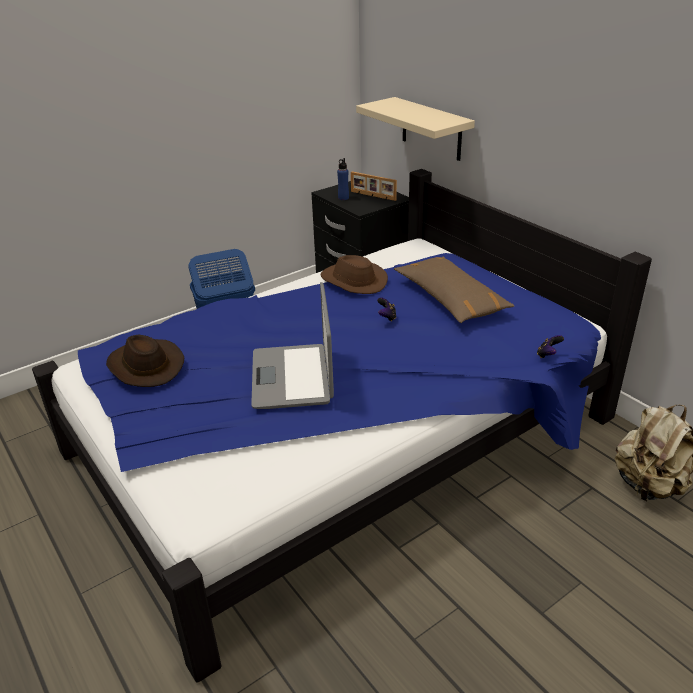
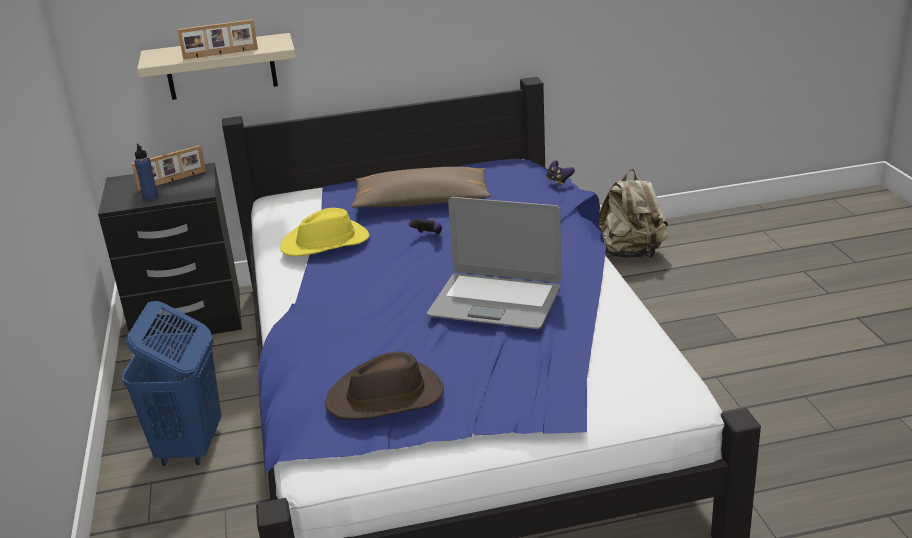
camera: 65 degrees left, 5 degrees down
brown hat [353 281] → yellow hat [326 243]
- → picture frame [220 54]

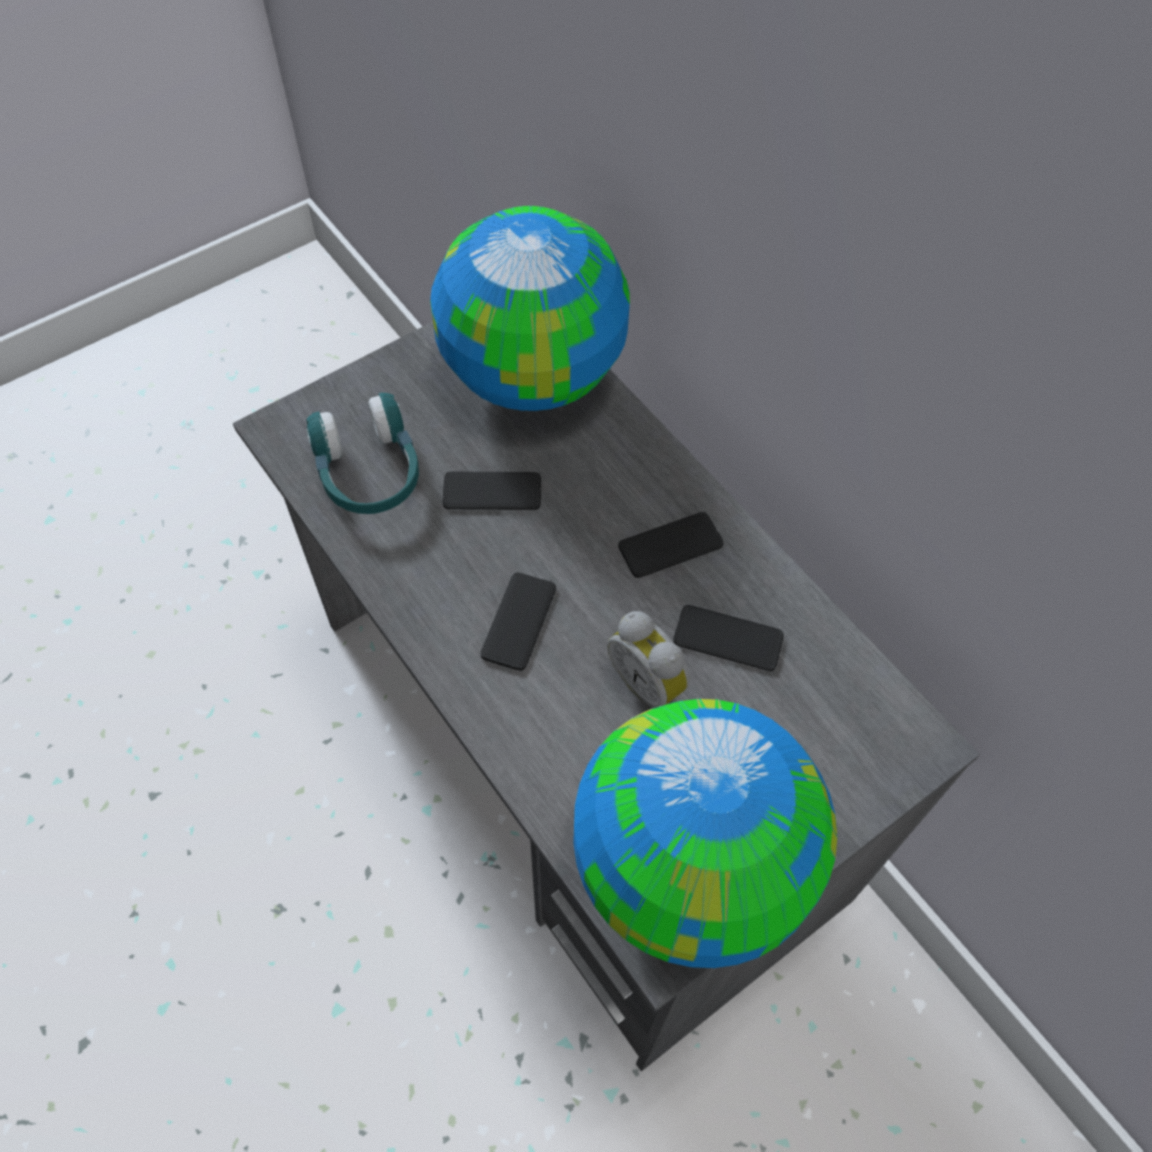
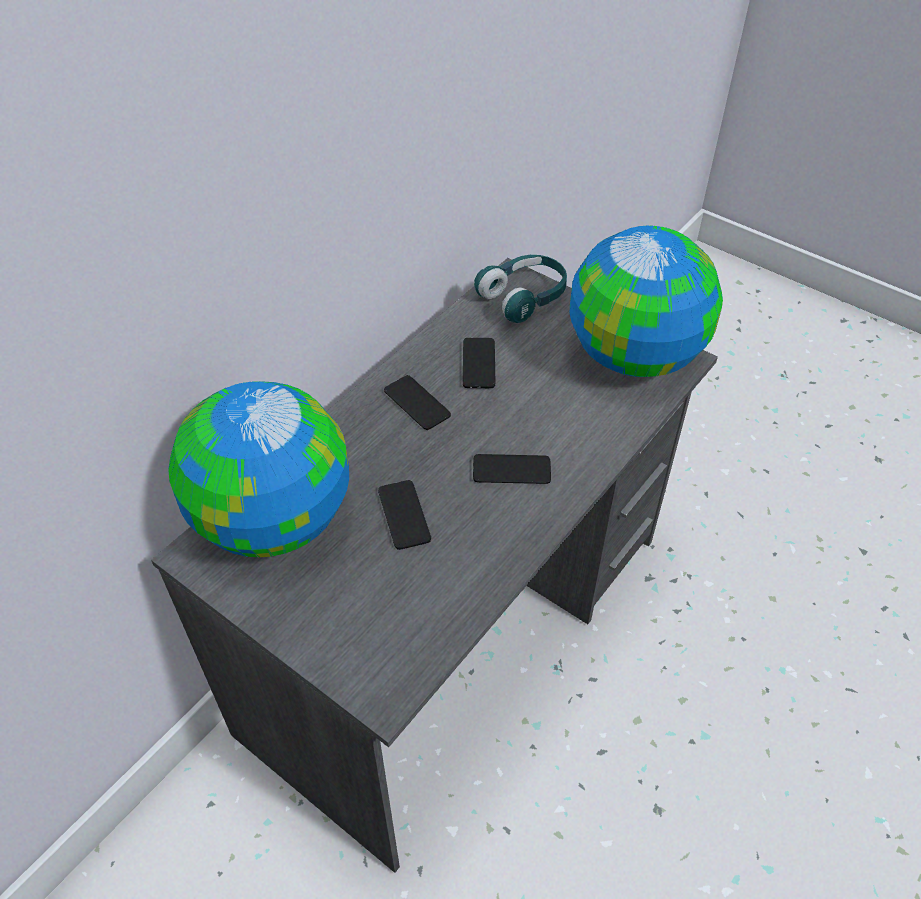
camera: 105 degrees left, 10 degrees down
turquoise headphones [368 472] → turquoise headphones [524 297], move
alarm clock [648 683] → -

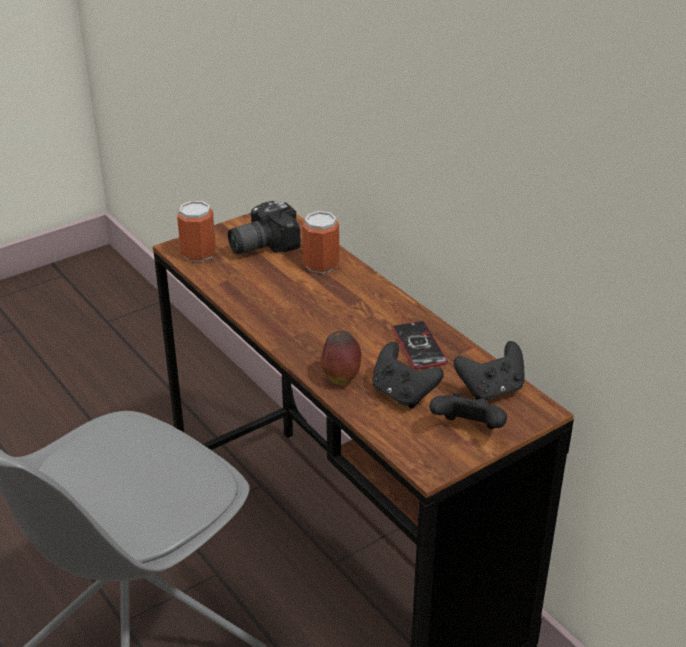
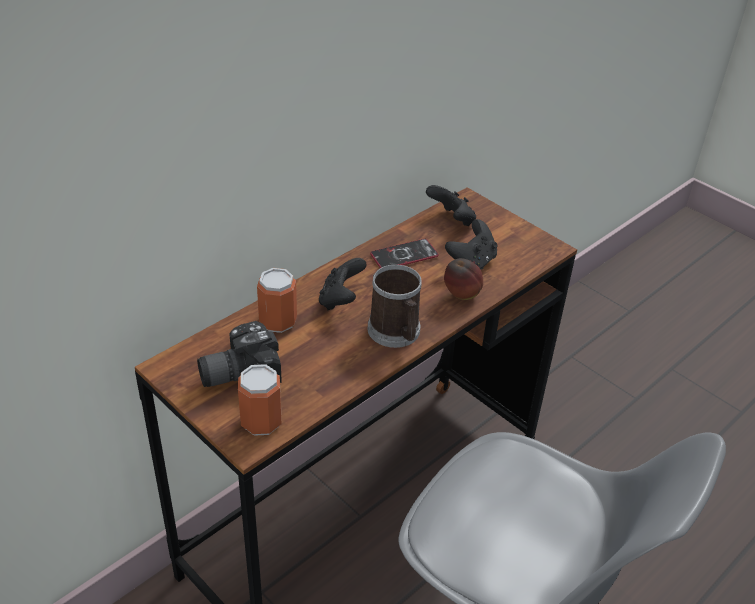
camera: 100 degrees left, 5 degrees up
photo camera [260 244] → photo camera [237 371], 105 degrees clockwise
black game controller [468 430] → black game controller [341 300], move
- → mug [396 333]

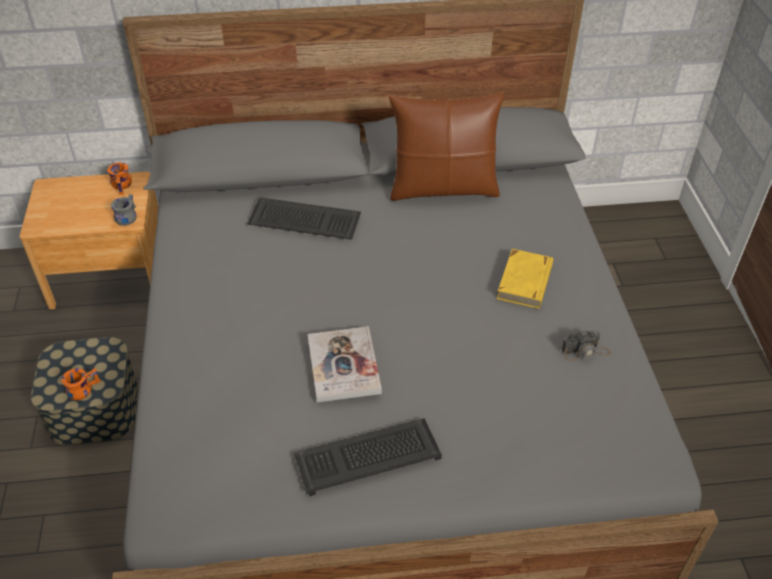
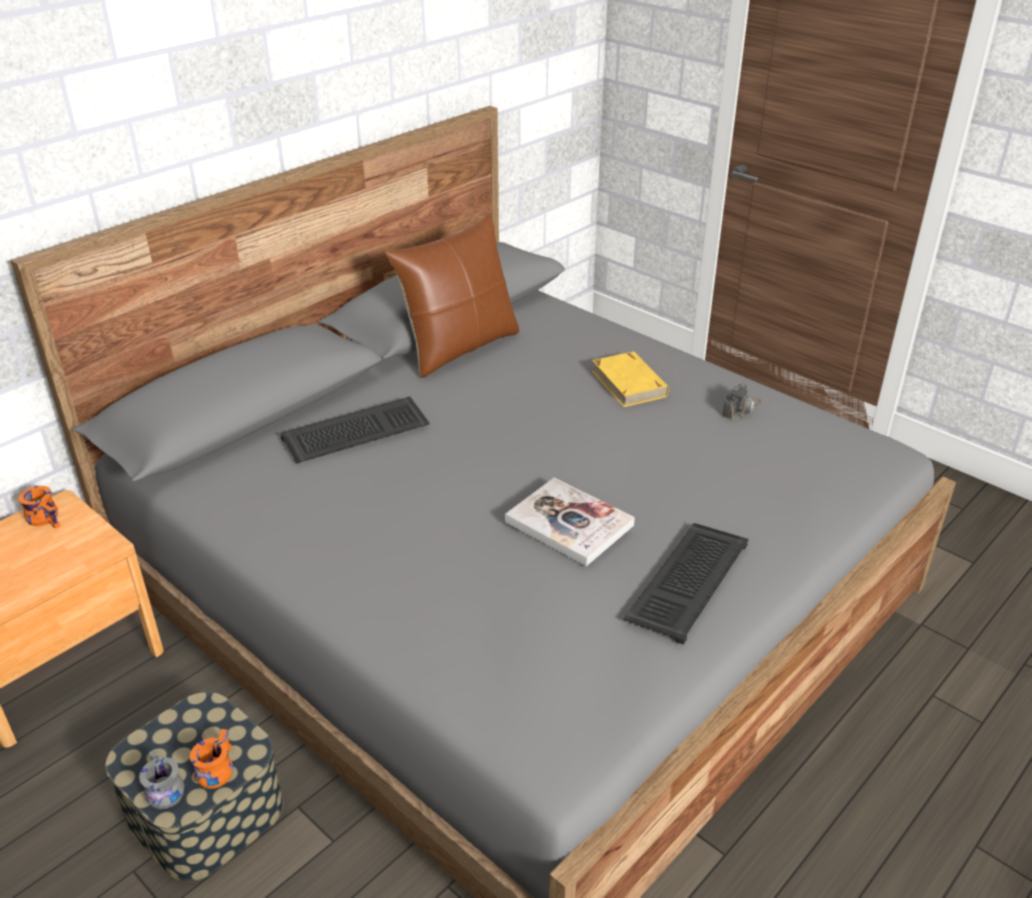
camera: 40 degrees left, 10 degrees down
grey mug [126 216] → grey mug [161 790], move

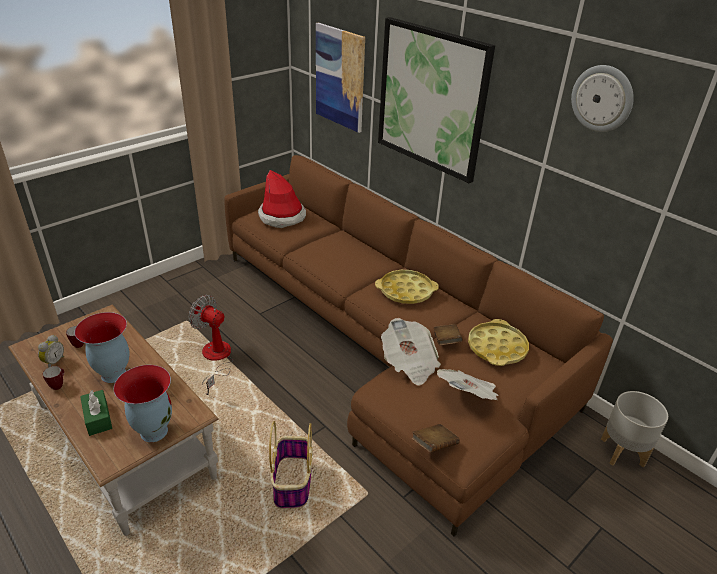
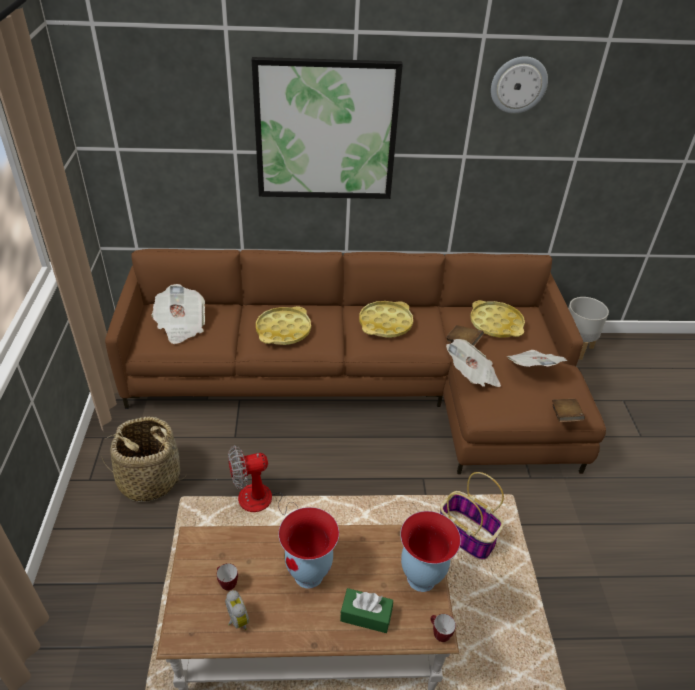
camera: 50 degrees left, 5 degrees up
mug [58 385] → mug [438 634], move
hat [282 217] → newspaper [181 326]
picture [340 77] → -
- → basket [149 479]
- → yellow tray [283 330]

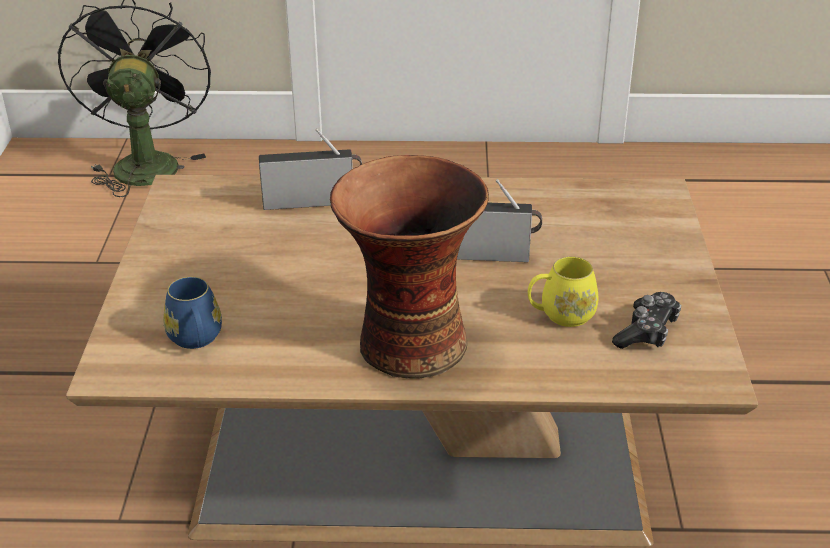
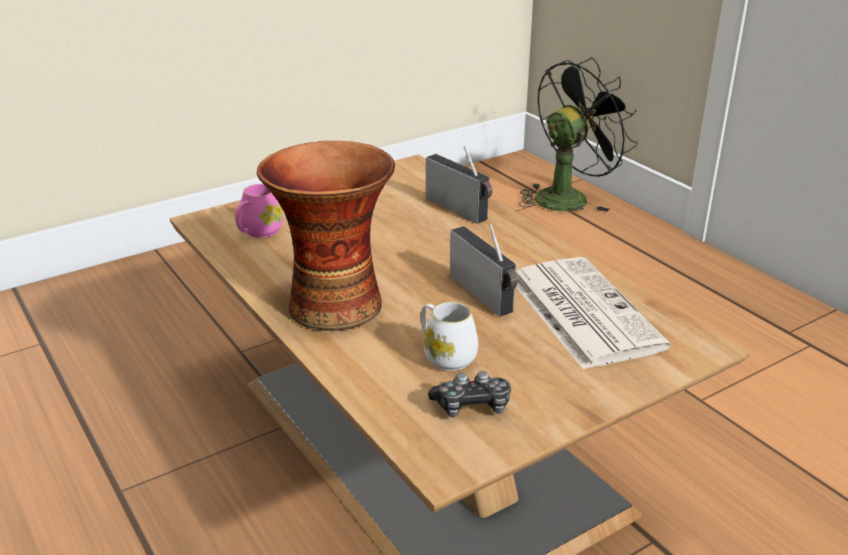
camera: 55 degrees right, 5 degrees down
blue mug [196 340] → pink mug [258 232]
yellow mug [561 314] → white mug [445 355]
- → newspaper [581 311]

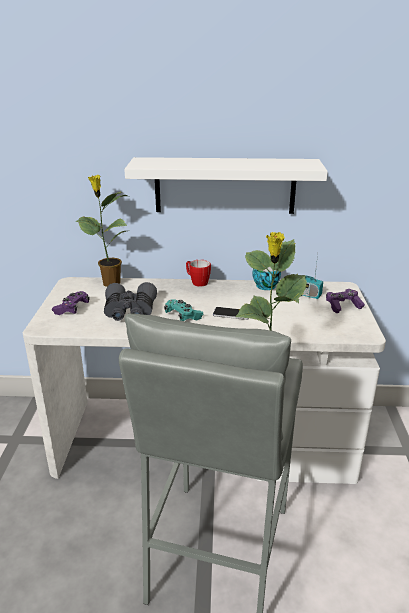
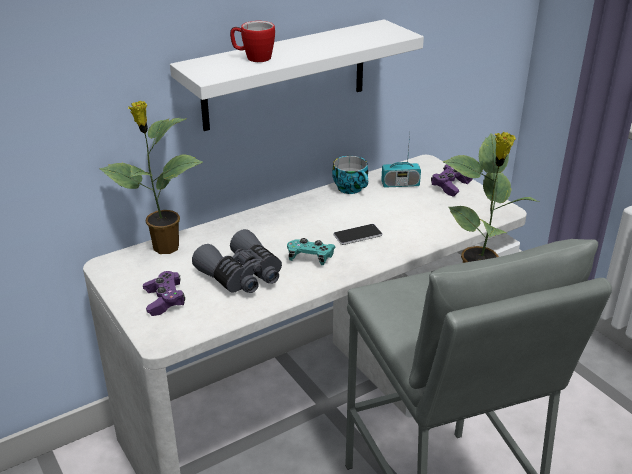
camera: 35 degrees left, 5 degrees up
mug [197 282] → mug [253 58], move

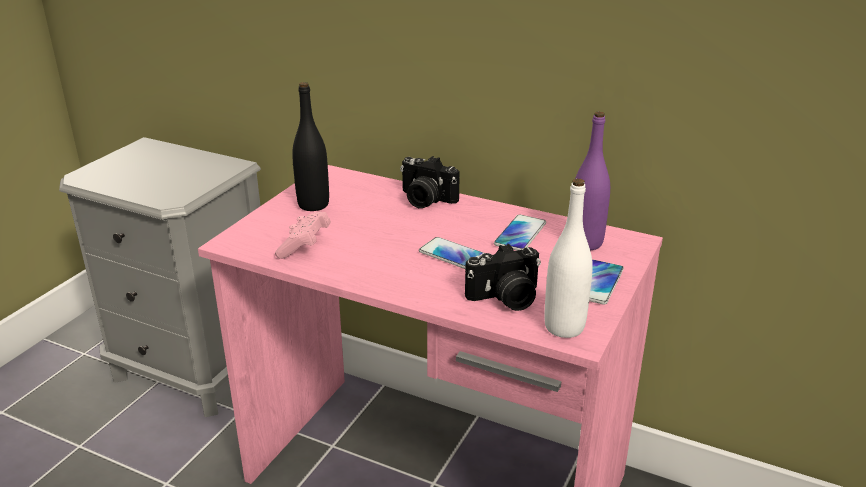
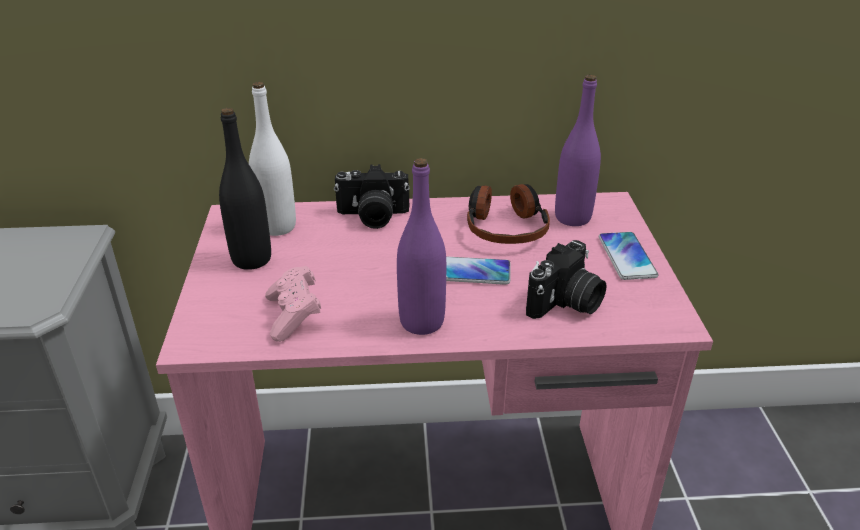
camera: 30 degrees left, 5 degrees up
phone [520 234] → headphones [505 227]
white bottle [564 327] → white bottle [277 227], move
- → purple bottle [422 322]

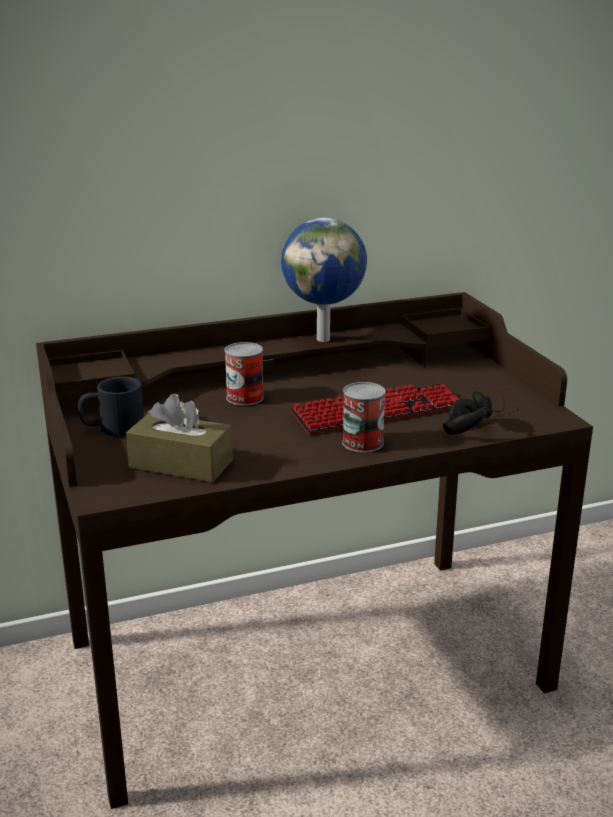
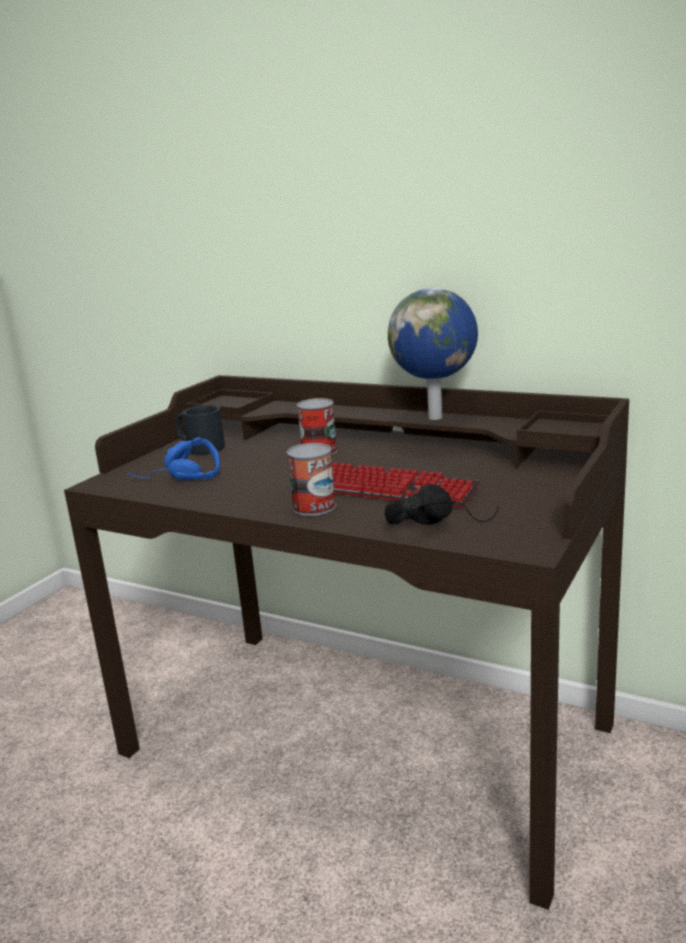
camera: 50 degrees right, 5 degrees down
brown tissue box [181 464] → blue headphones [177 480]

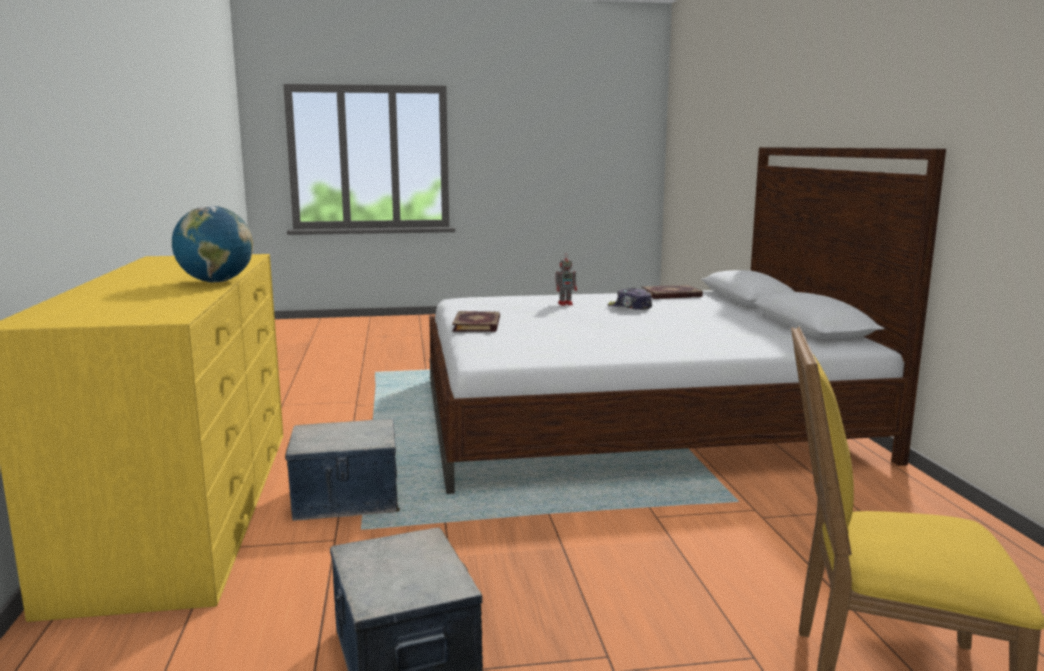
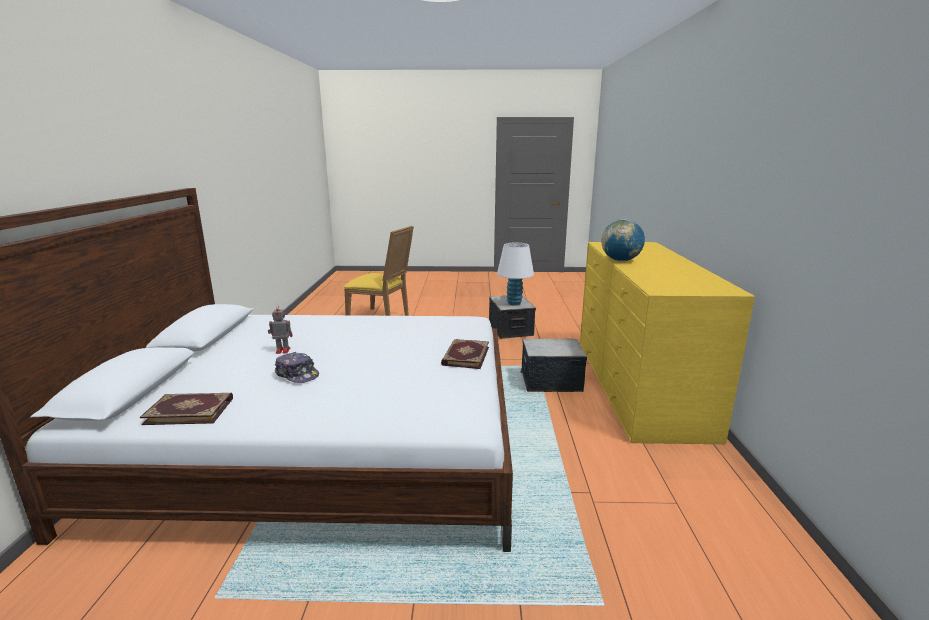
camera: 170 degrees left, 5 degrees up
toy robot [566 304] → toy robot [282 350], move
- → white table lamp [514 303]

